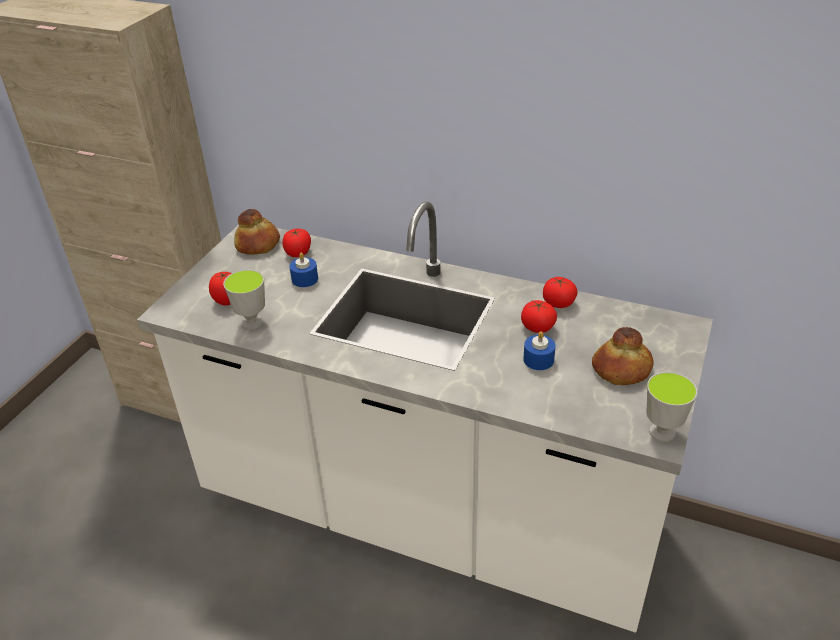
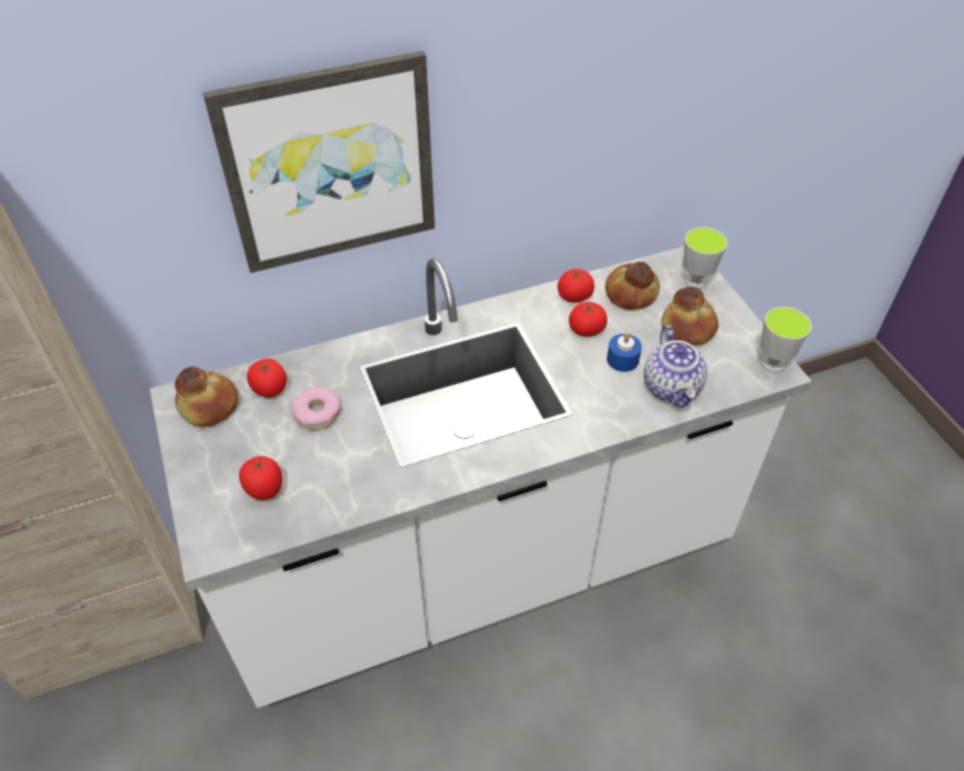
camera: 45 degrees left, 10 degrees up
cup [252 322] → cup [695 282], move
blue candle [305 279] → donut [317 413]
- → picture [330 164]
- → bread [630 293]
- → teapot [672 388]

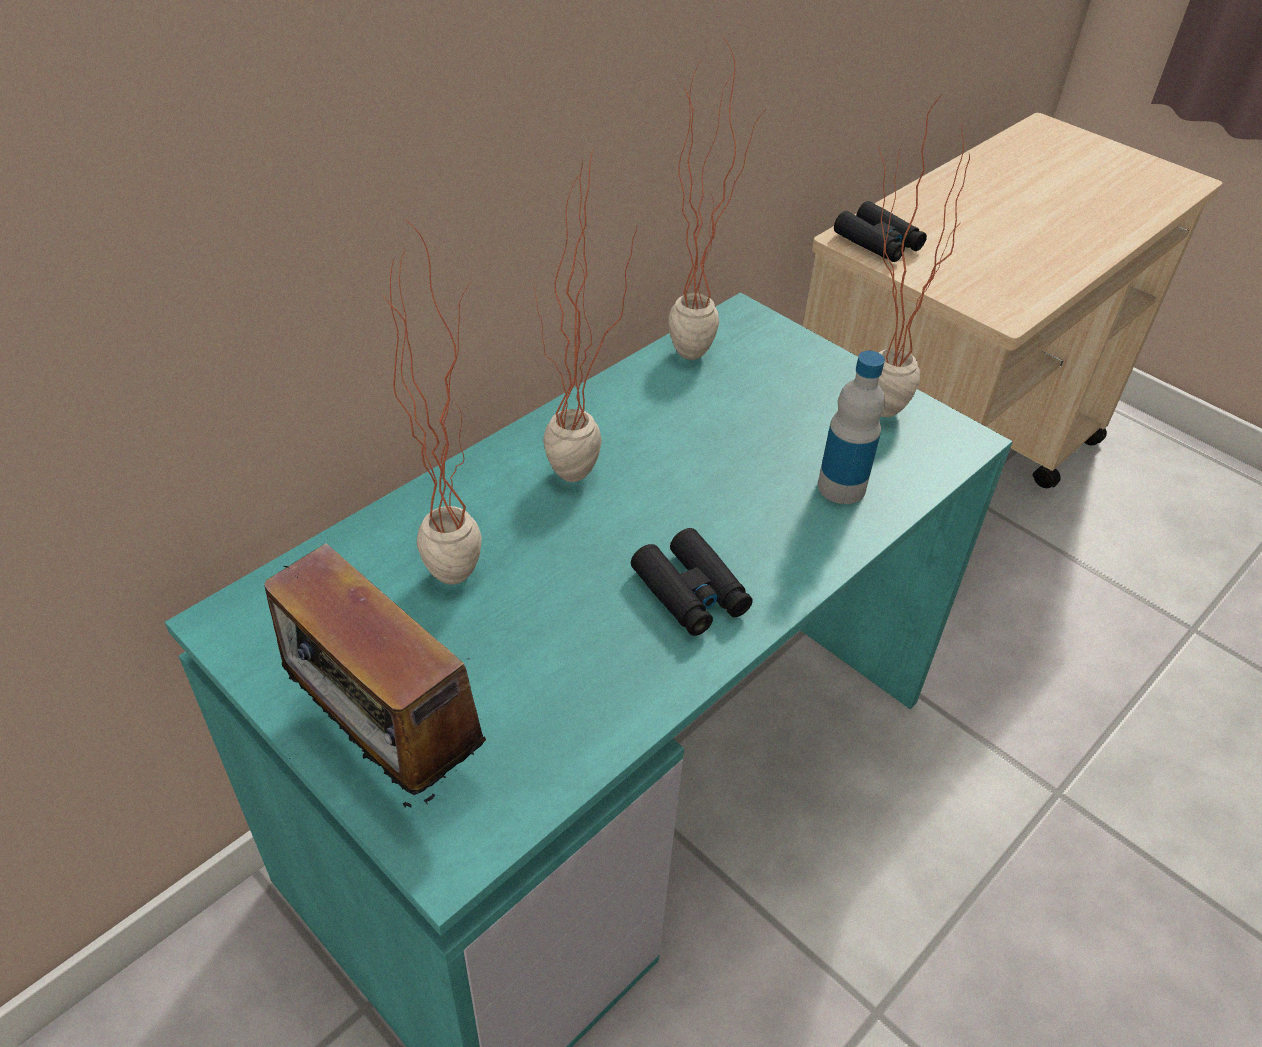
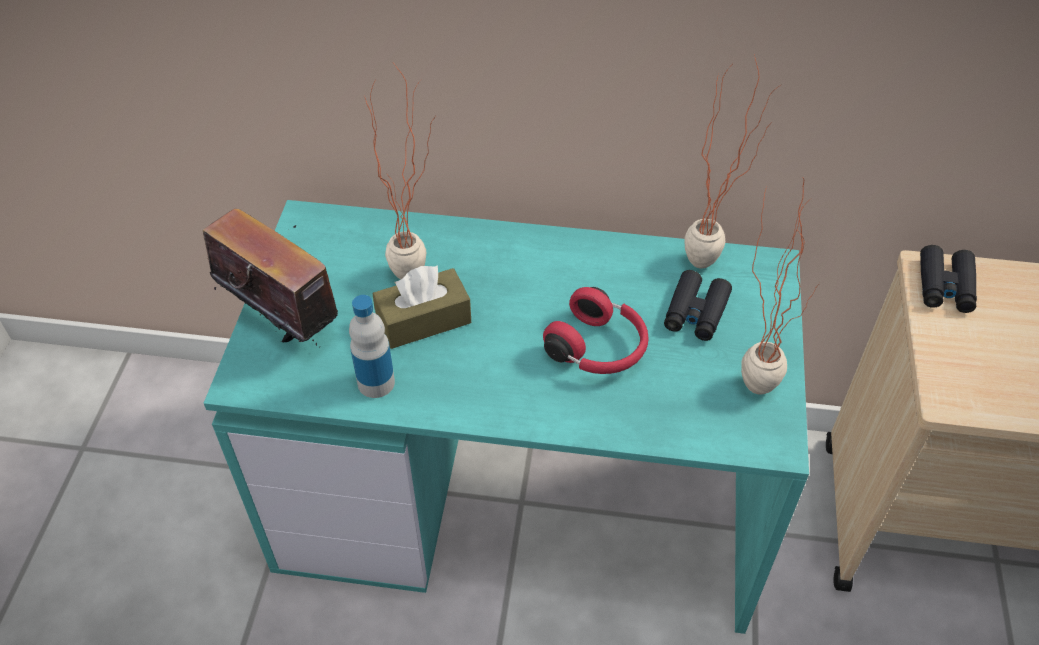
camera: 55 degrees right, 5 degrees up
radio [386 744] → radio [283 320], 120 degrees clockwise
potted plant [582 485] → -
black binoculars [691 592] → black binoculars [695 312], move
bottle [841 487] → bottle [376 383], move
- → brown tissue box [423 320]
- → red headphones [598 348]

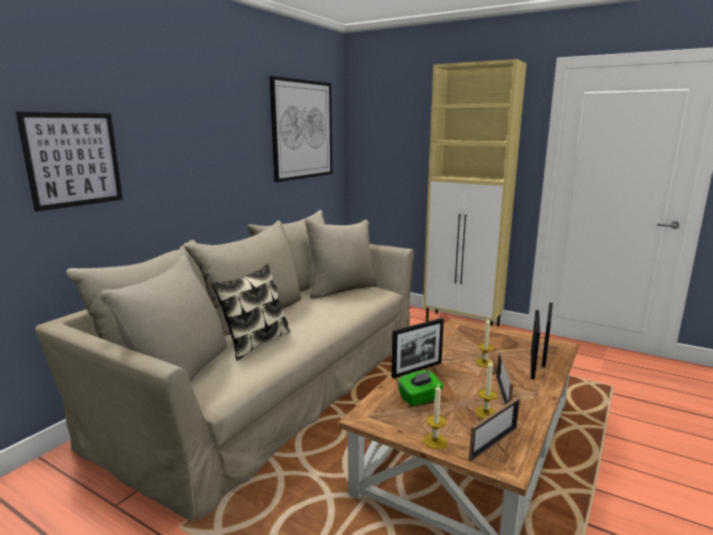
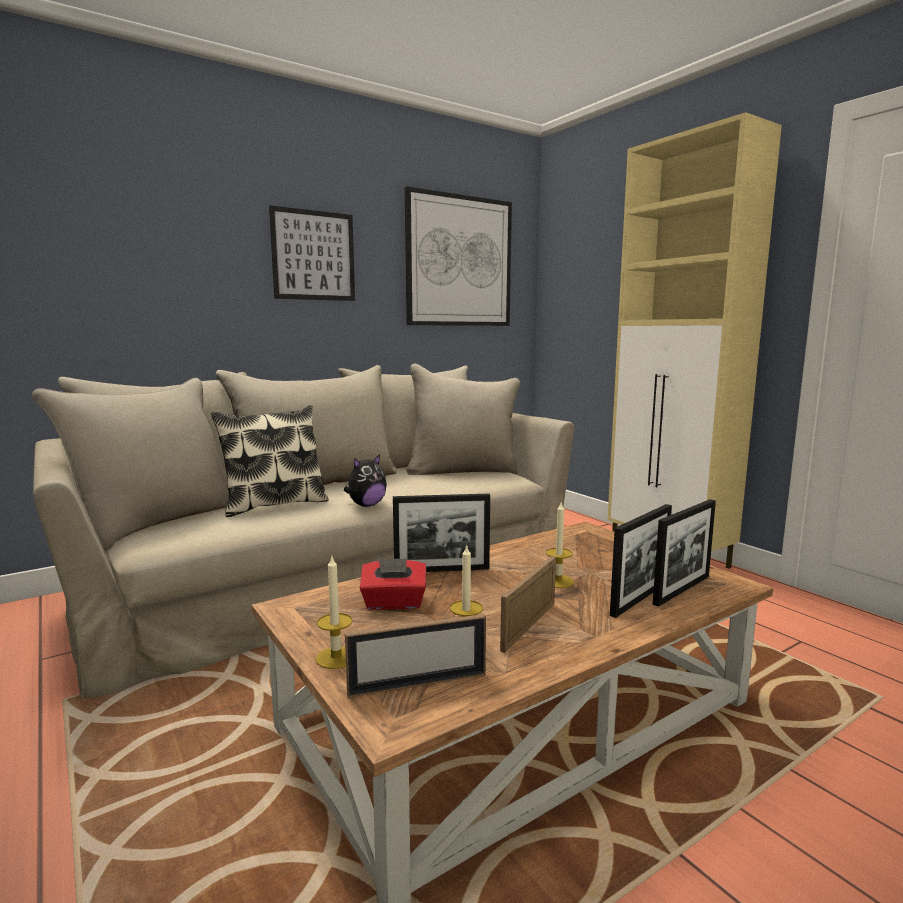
camera: 25 degrees right, 5 degrees down
picture [73 160] → picture [313 255], move
green tissue box [420 399] → red tissue box [394 603]
- → plush toy [366 505]

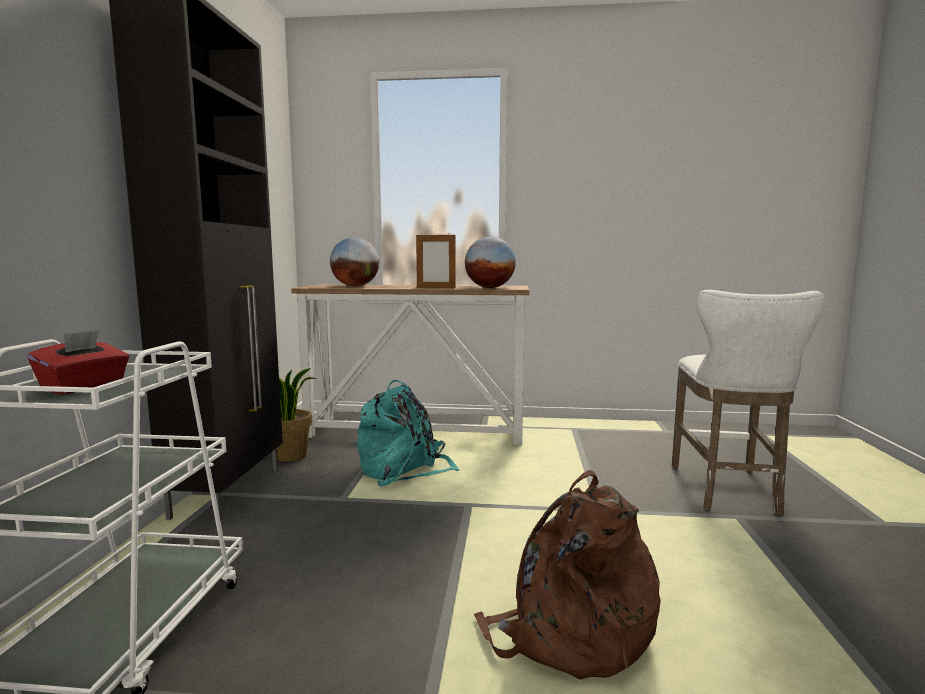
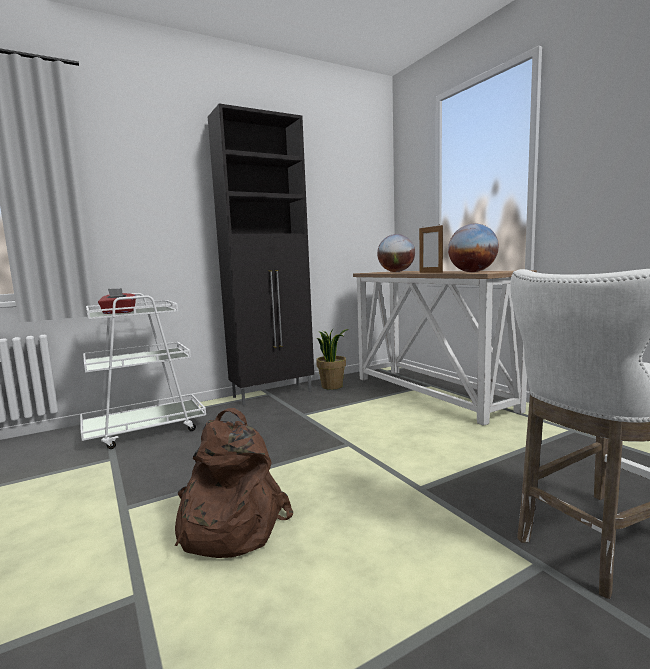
camera: 55 degrees right, 0 degrees up
turquoise backpack [404 469] → -

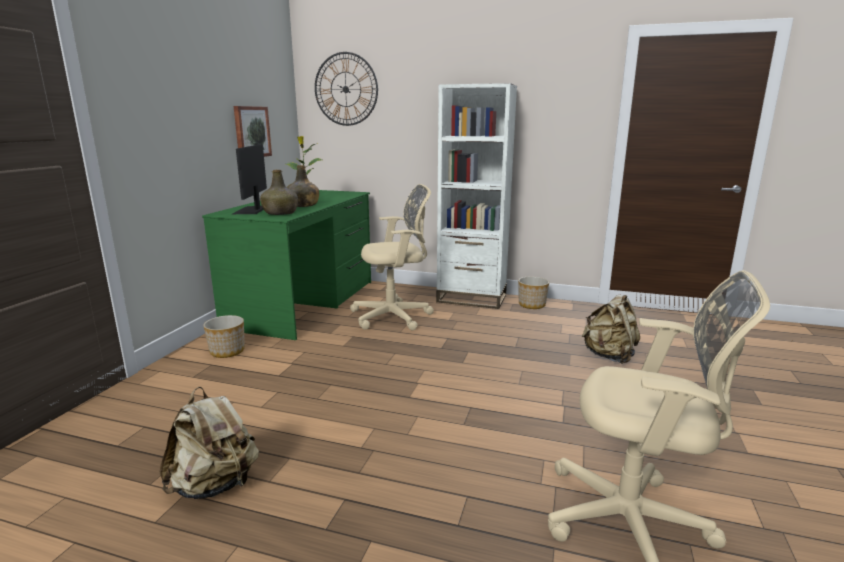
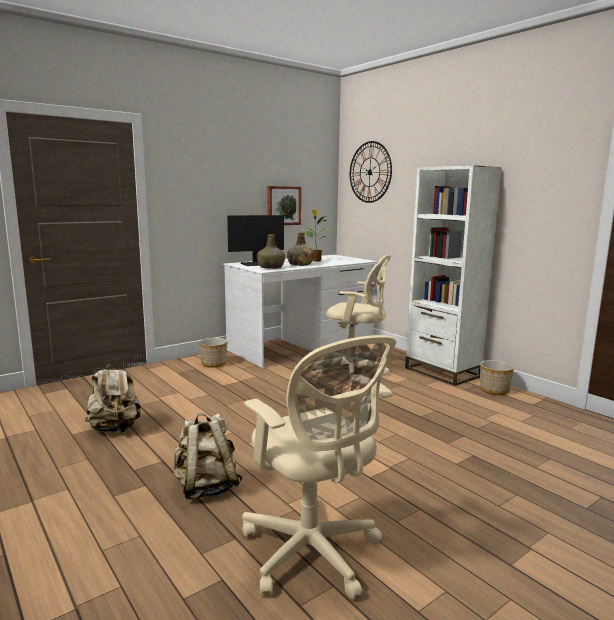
camera: 35 degrees right, 5 degrees down
green desk [305 303] → white desk [302 346]
monitor [251 210] → monitor [258 264], 150 degrees counterclockwise
beige backpack [609 356] → beige backpack [206 488], move

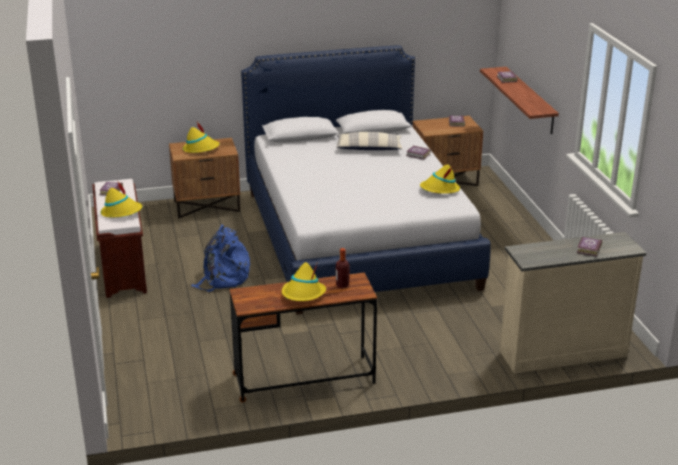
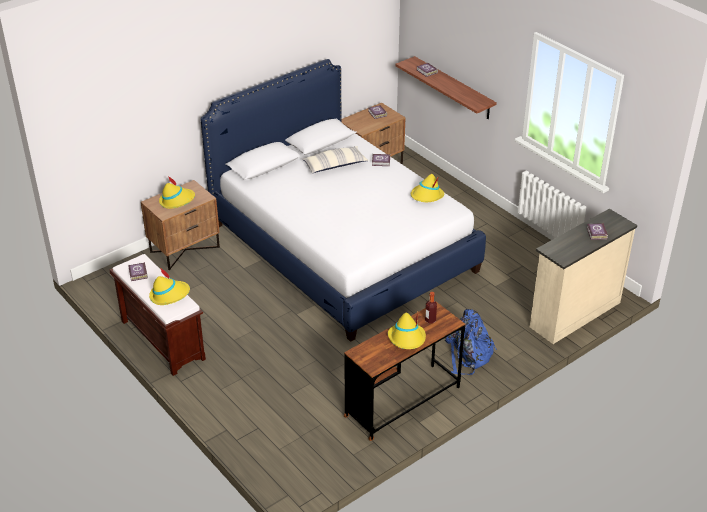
camera: 25 degrees left, 10 degrees up
blue backpack [223 278] → blue backpack [468 355], move

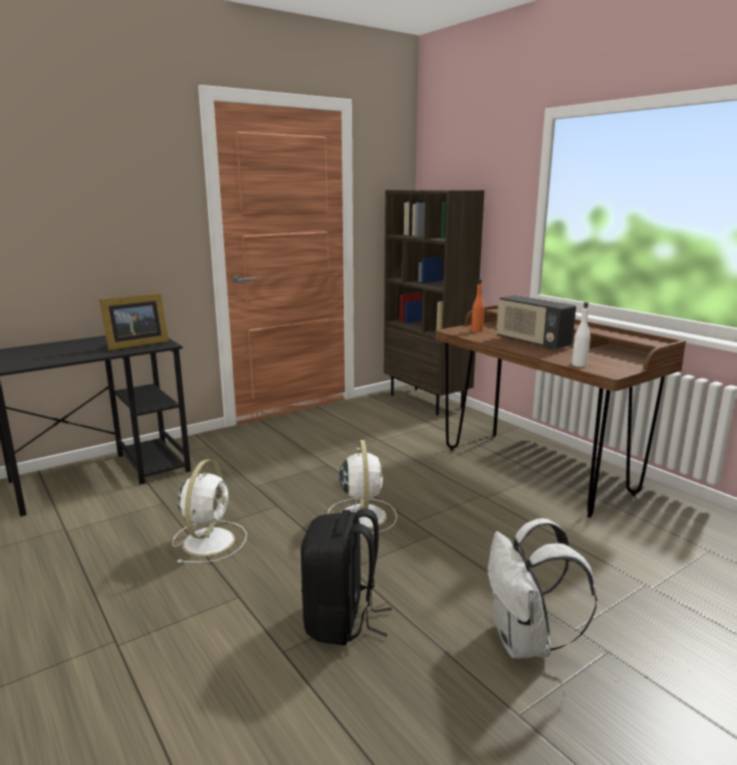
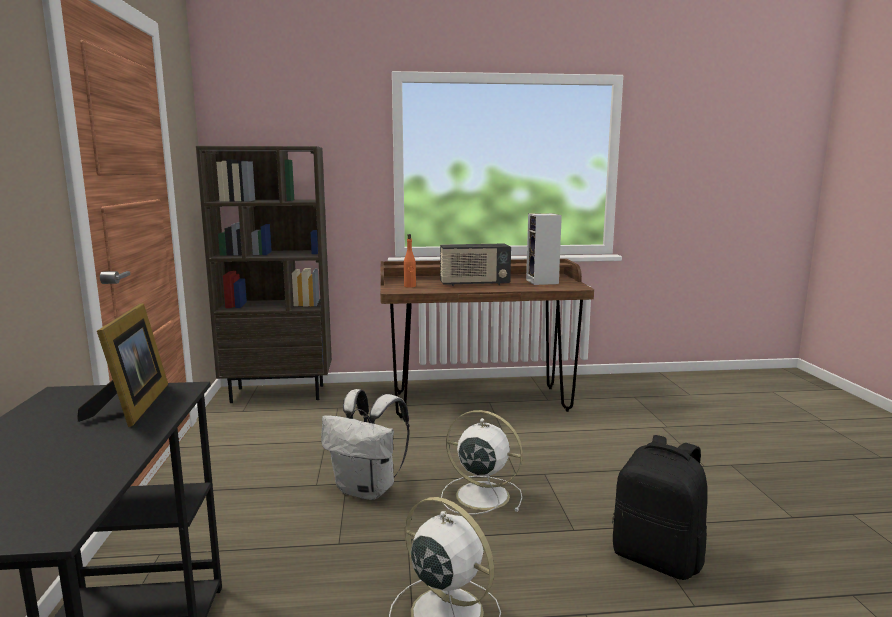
camera: 60 degrees left, 5 degrees down
white backpack [526 642] → white backpack [368 490], move
white bottle [579 365] → -
- → speaker [543 282]

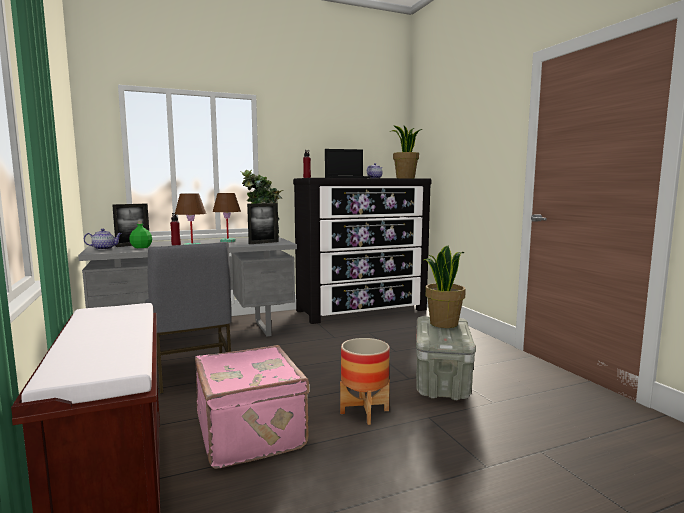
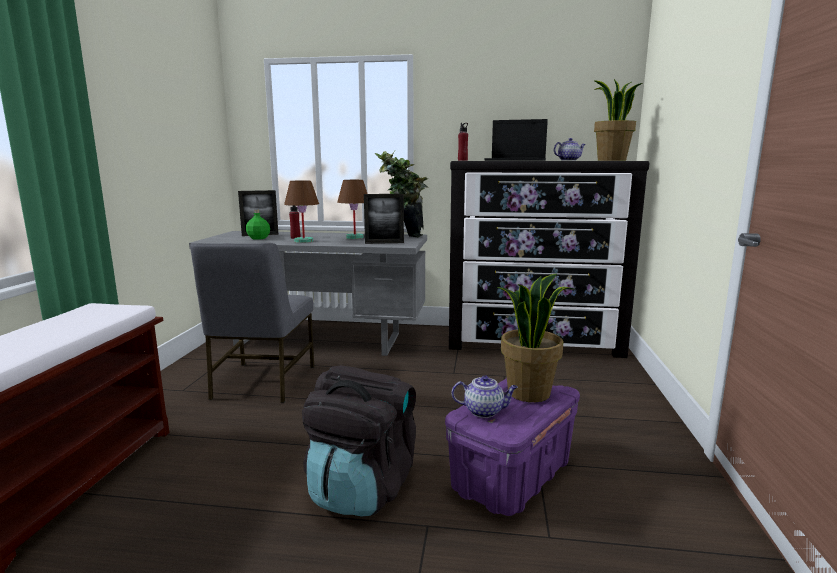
camera: 30 degrees right, 5 degrees up
teapot [104 248] → teapot [484 411], move
pink suitcase [252 432] → -
planter [364 411] → black backpack [362 487]
grey storage box [441 381] → purple storage box [512 476]

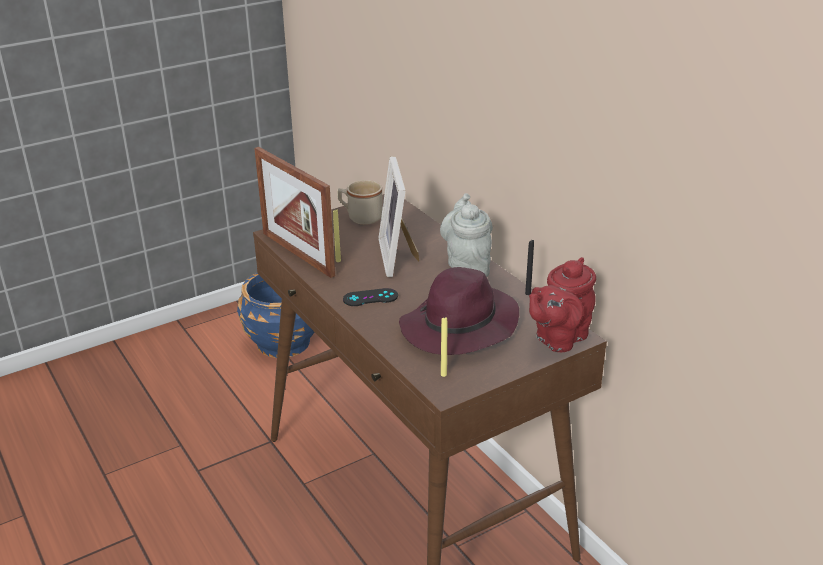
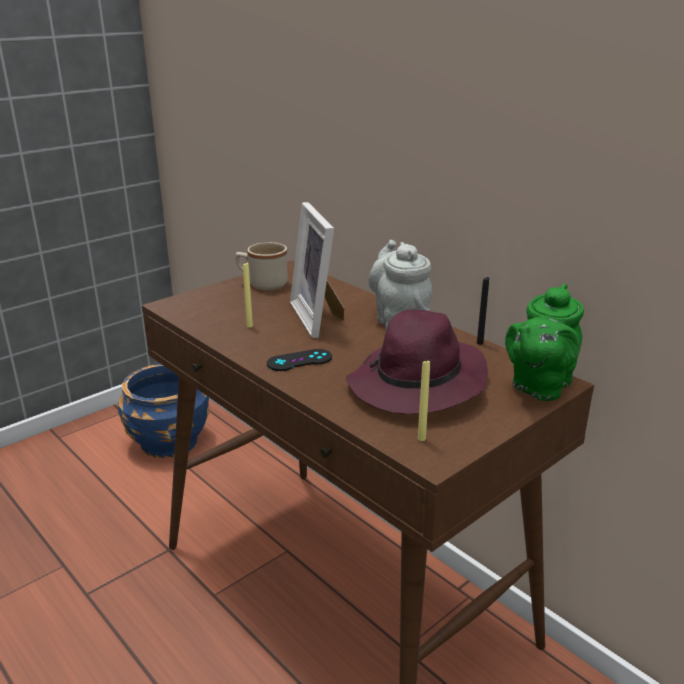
camera: 10 degrees left, 5 degrees down
picture frame [297 254] → -
red teapot [558 339] → green teapot [539 386]

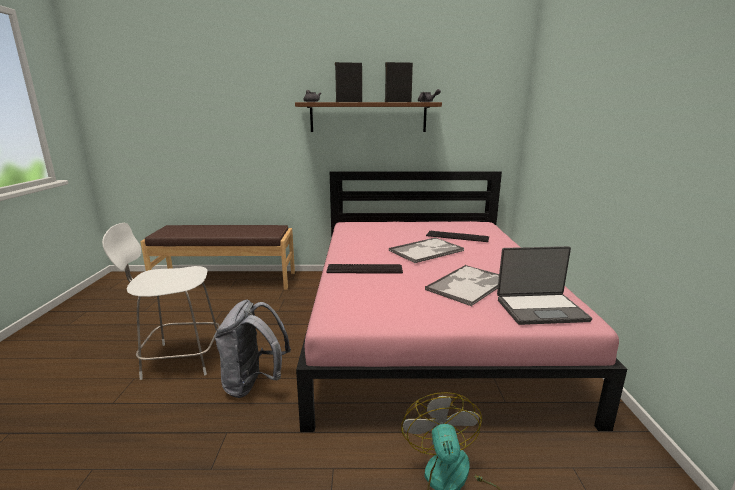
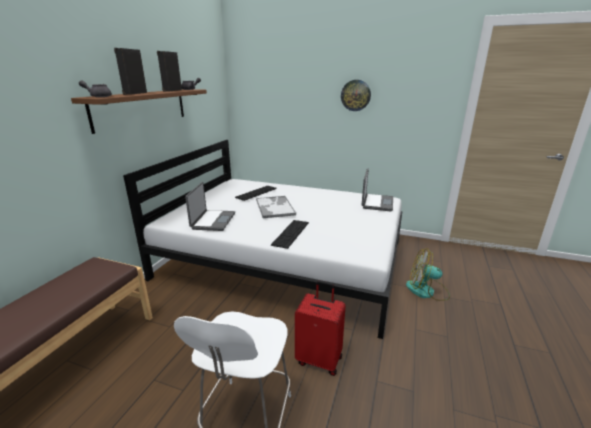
camera: 70 degrees left, 5 degrees up
grey backpack [254 384] → red suitcase [319 359]
pink bed [427 325] → white bed [284 258]
tray [468 285] → -
- → laptop [212 221]
- → wall clock [355 95]

